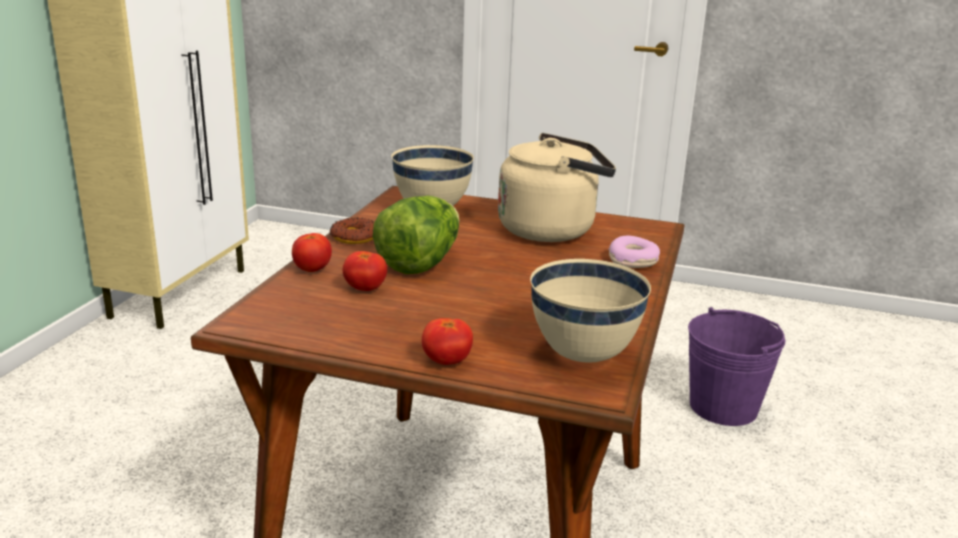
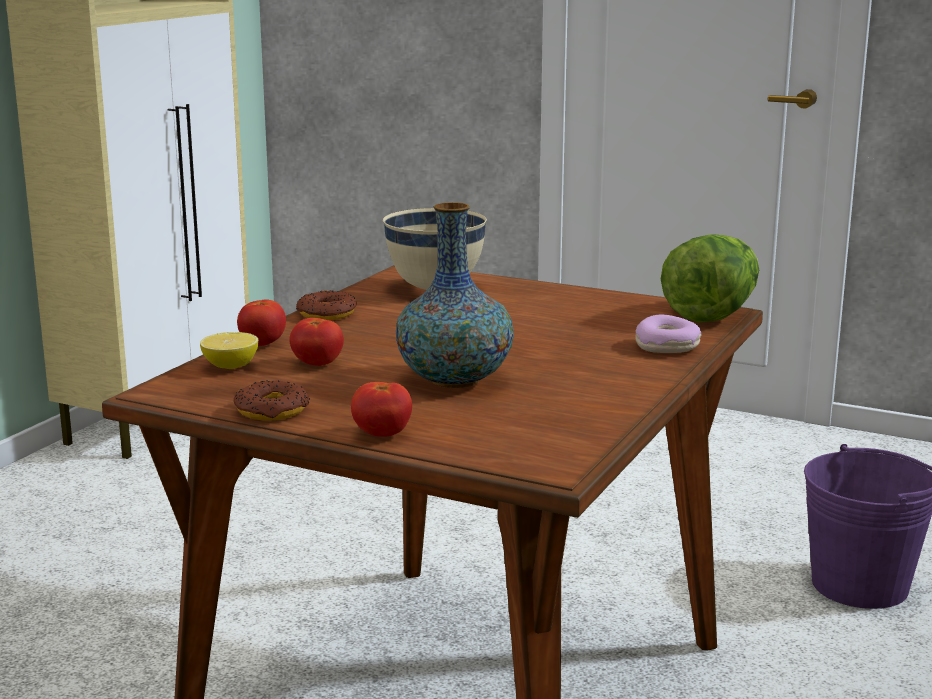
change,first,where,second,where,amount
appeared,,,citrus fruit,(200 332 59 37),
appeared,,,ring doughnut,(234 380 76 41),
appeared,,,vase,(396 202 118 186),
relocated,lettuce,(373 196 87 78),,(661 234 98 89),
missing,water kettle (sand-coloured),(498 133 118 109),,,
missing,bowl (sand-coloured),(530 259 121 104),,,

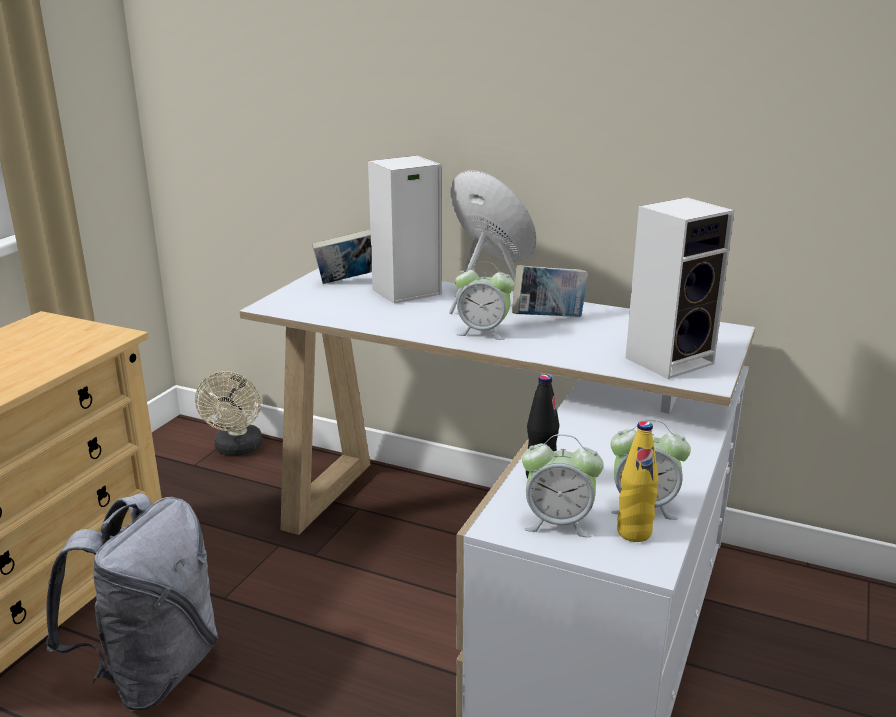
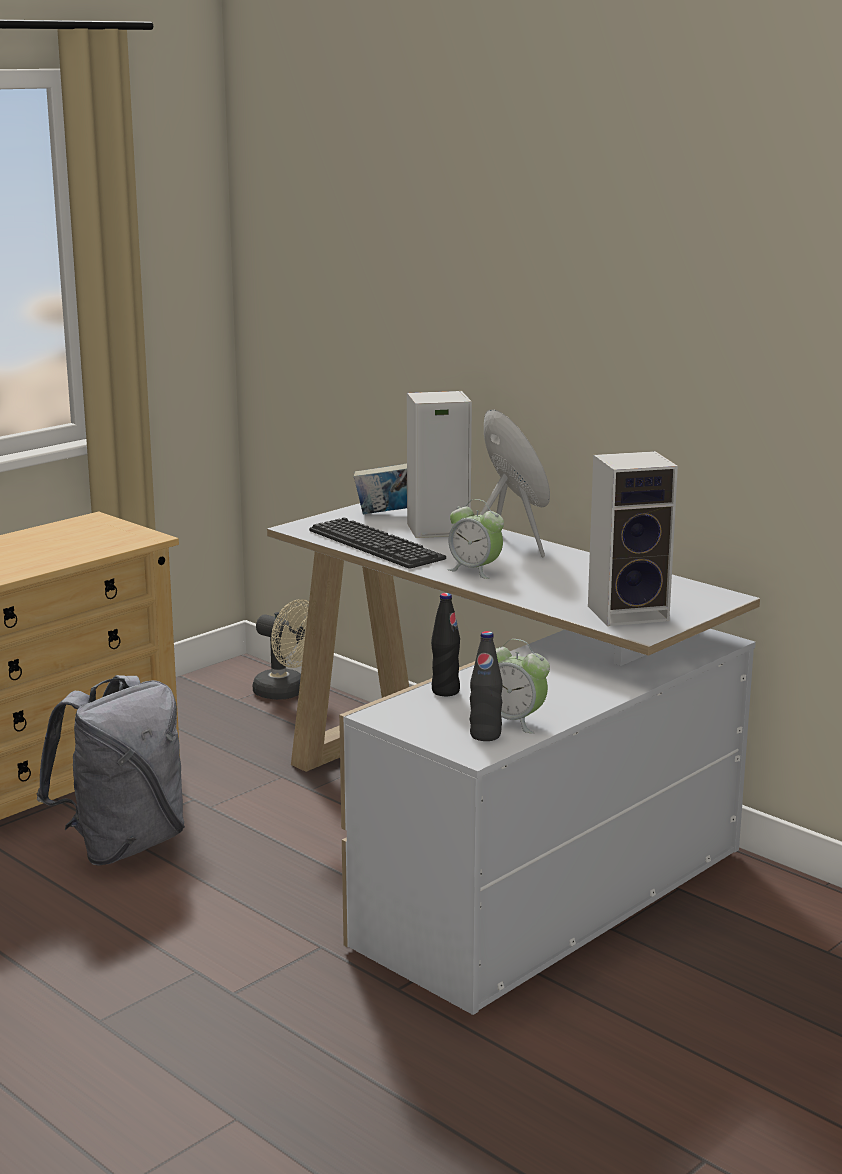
change,first,where,second,where,amount
spun,electric fan (sand-coloured),(195 371 68 85),,(253 599 56 101),75 degrees counterclockwise
appeared,,,computer keyboard,(309 517 137 52),
colour,drink bottle (yellow),(617 421 42 121),drink bottle (black-coloured),(470 631 33 110),
missing,book,(512 265 76 52),,,
missing,alarm clock,(522 434 82 103),,,

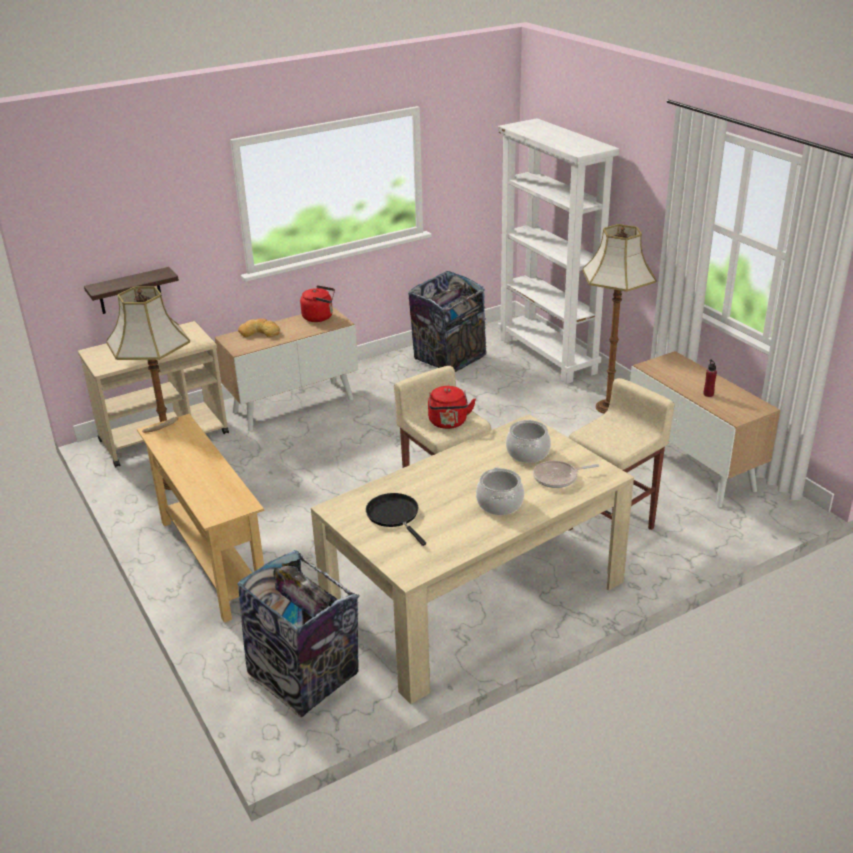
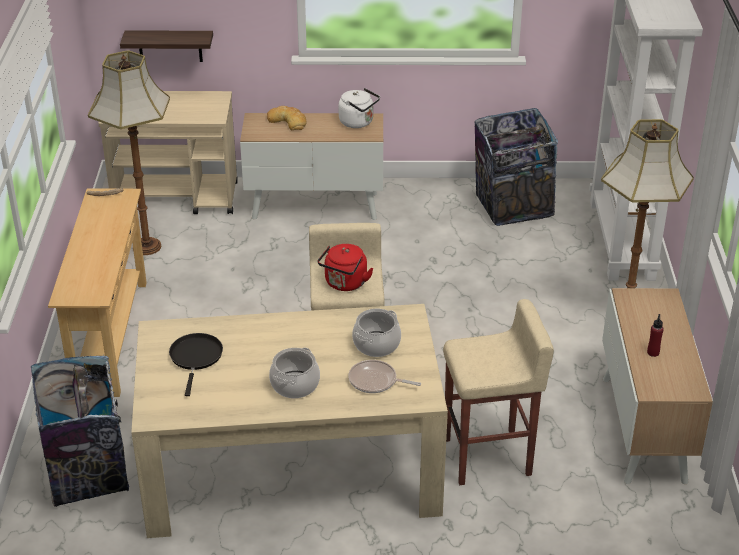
change,first,where,second,where,amount
colour,water kettle (reddish),(300 285 35 37),water kettle (white-coloured),(338 88 42 40),

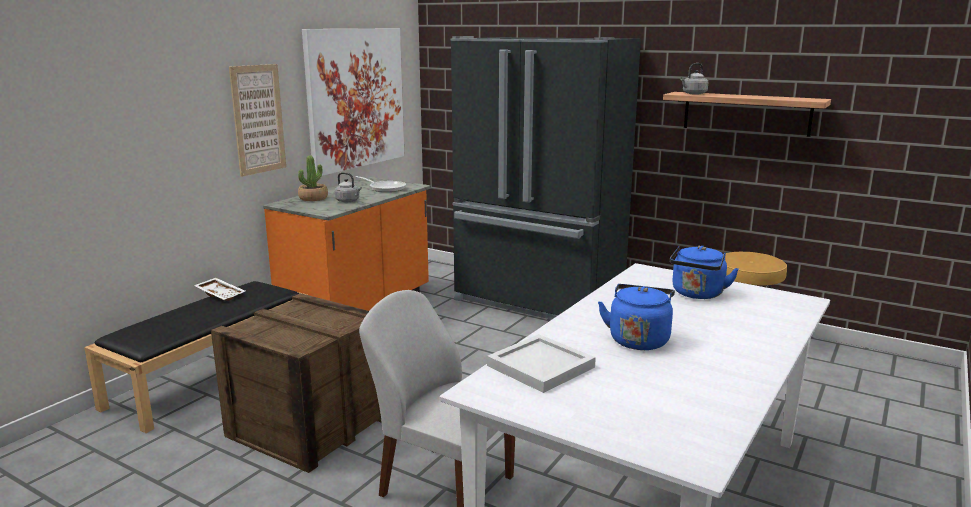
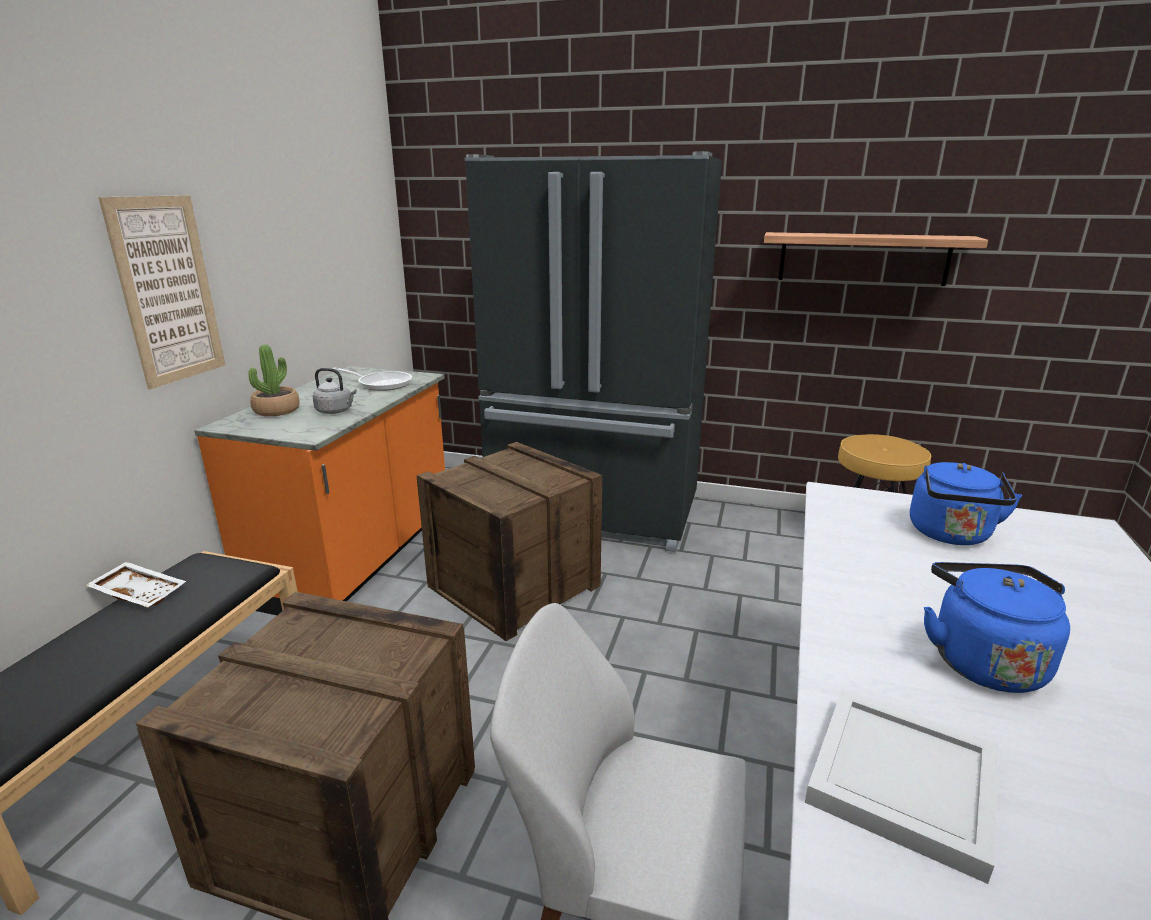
change,first,where,second,where,amount
appeared,,,shipping crate,(417 442 185 199),
missing,wall picture,(302 29 103 147),,,
missing,water kettle (greyish),(680 63 28 32),,,

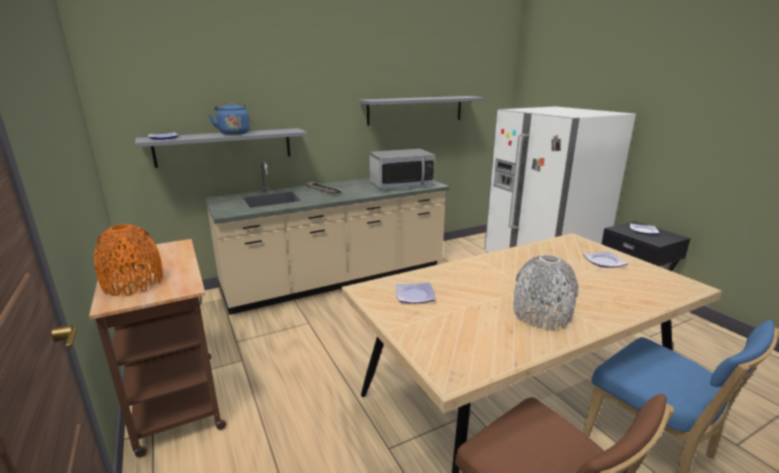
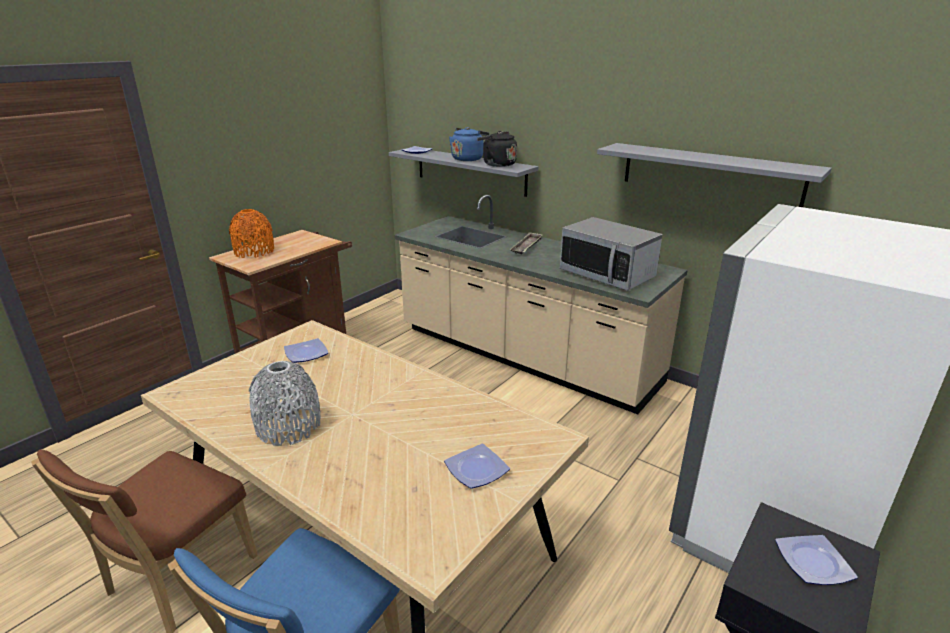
change,first,where,second,where,amount
appeared,,,water kettle (black-coloured),(477 131 40 36),

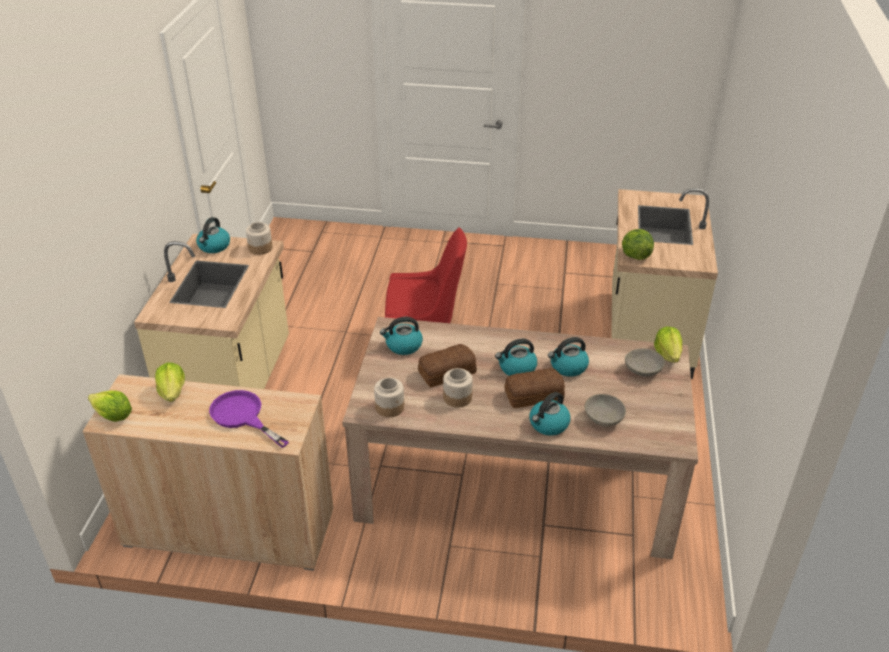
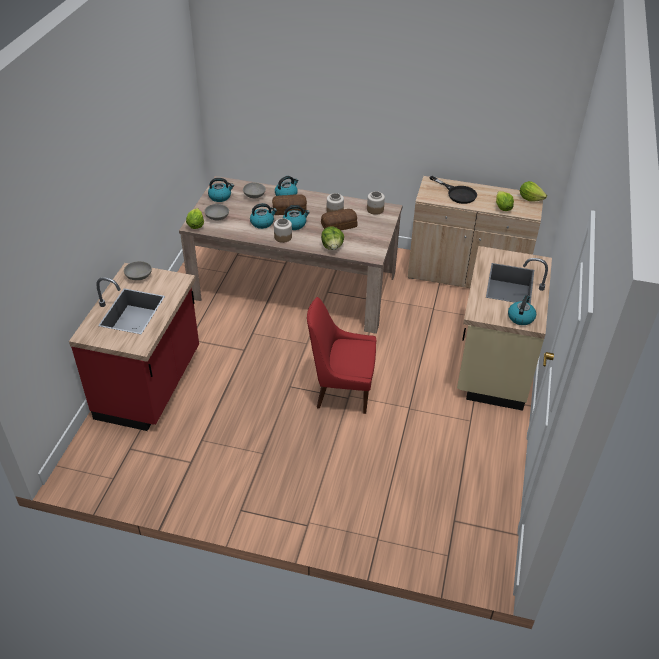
change,first,where,second,where,amount
colour,kitchen counter (sand-coloured),(611 188 107 191),kitchen counter (reddish),(69 263 130 168),
appeared,,,bowl (greyish),(124 261 28 19),
relocated,water kettle,(380 317 43 38),,(208 178 26 24),
relocated,jar,(246 222 27 33),,(274 218 18 25),
relocated,lettuce,(622 229 32 31),,(321 226 23 24),
colour,skillet (purplish),(209 390 80 58),skillet (black-coloured),(429 176 48 28),

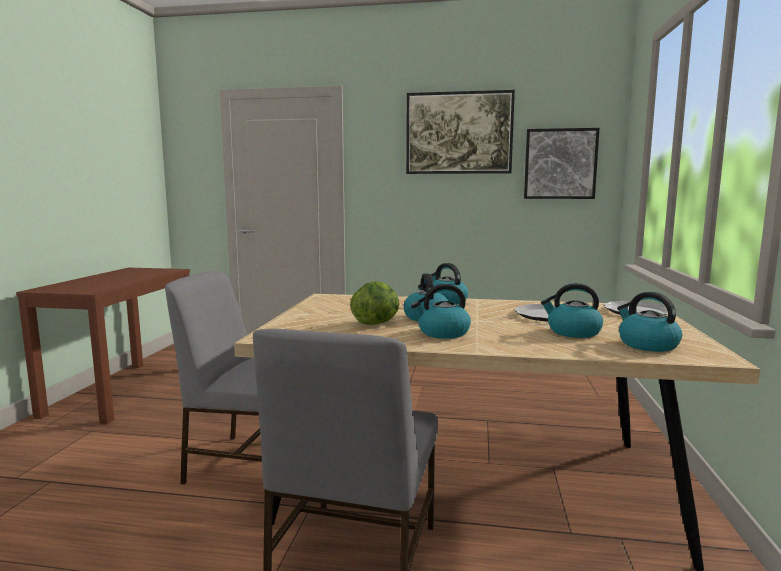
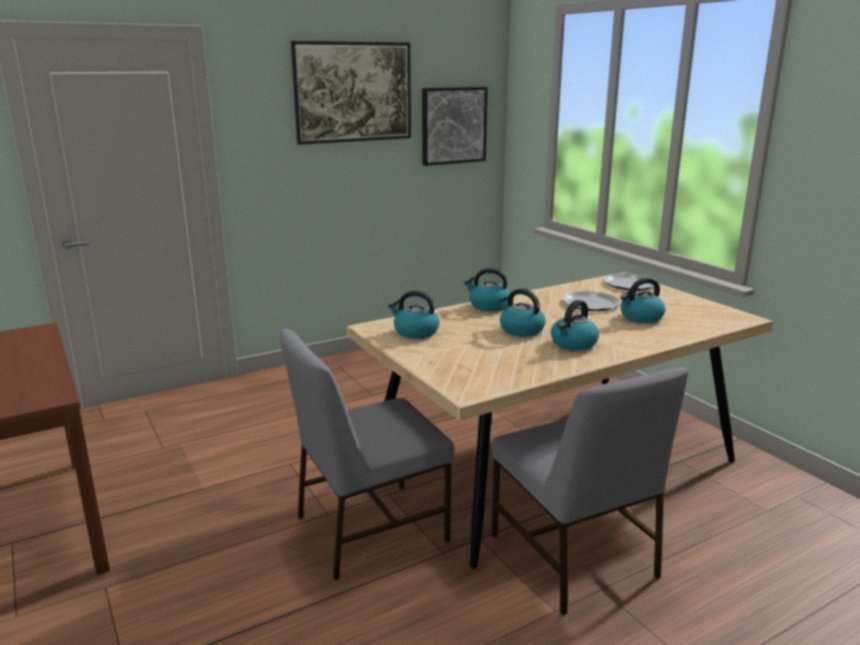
change,first,where,second,where,amount
relocated,water kettle,(617 292 65 60),,(388 290 51 49),
missing,lettuce,(350 281 50 44),,,

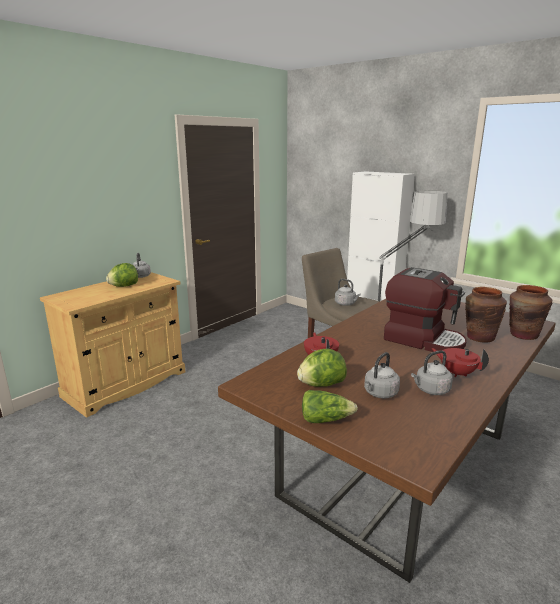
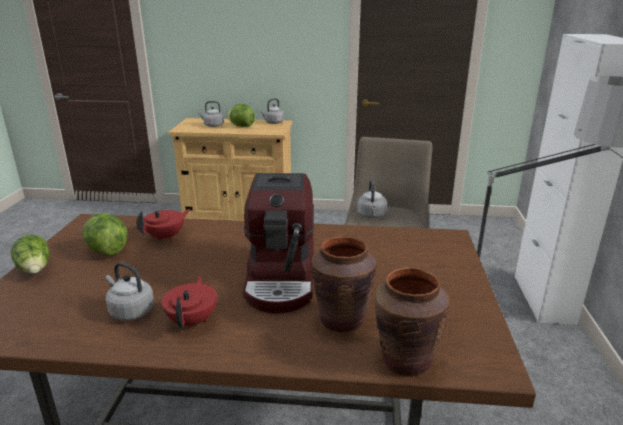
change,first,where,second,where,amount
relocated,water kettle (greyish),(364 352 36 47),,(198 101 26 26),

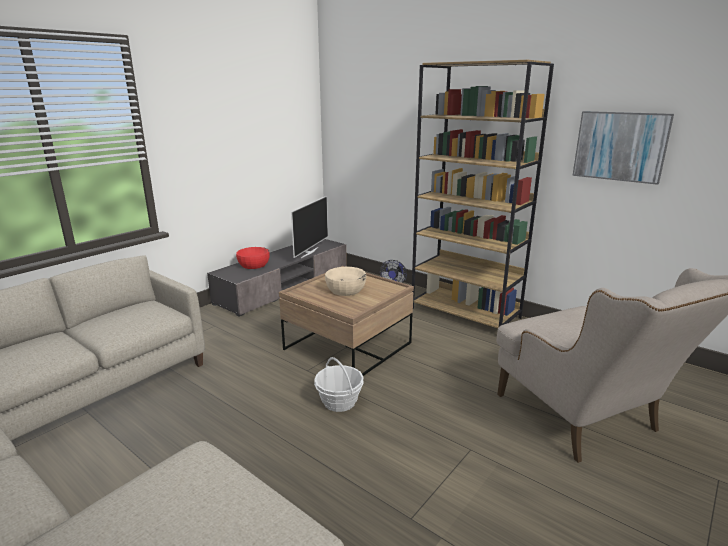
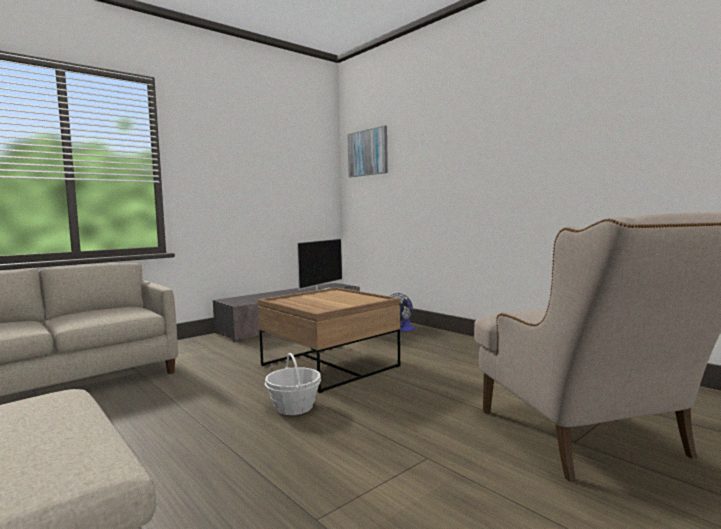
change,first,where,second,where,amount
relocated,wall picture,(572 111 102 74),,(348 125 40 52),
missing,bowl (reddish),(236 247 34 22),,,
missing,bowl (sand-coloured),(325 267 41 29),,,
missing,shelving unit (brown),(412 60 142 268),,,

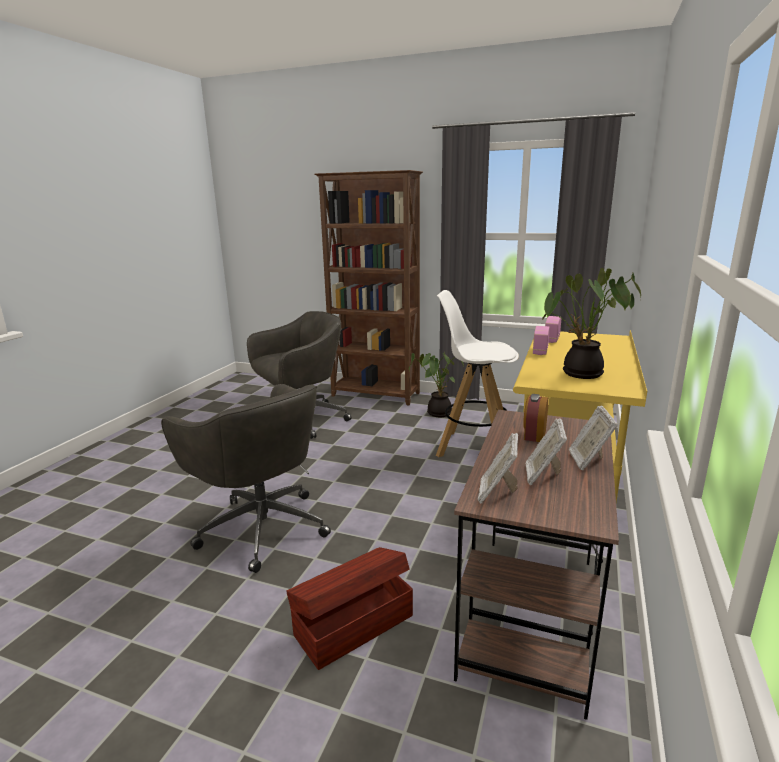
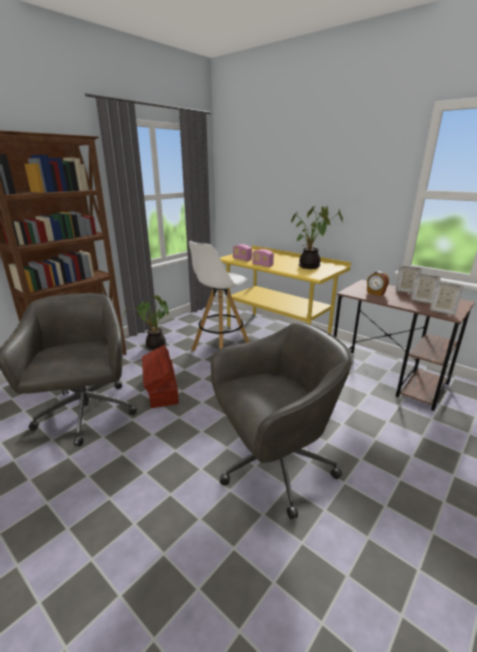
change,first,where,second,where,amount
relocated,storage bin (brown),(286 547 127 123),,(142 345 37 63),

